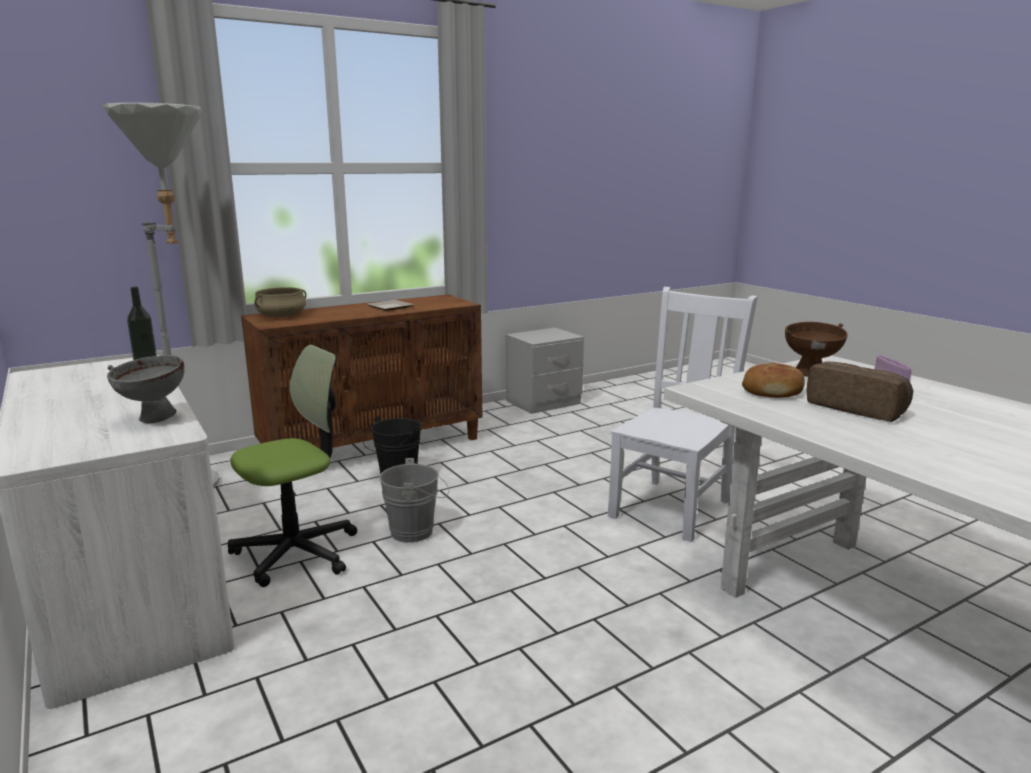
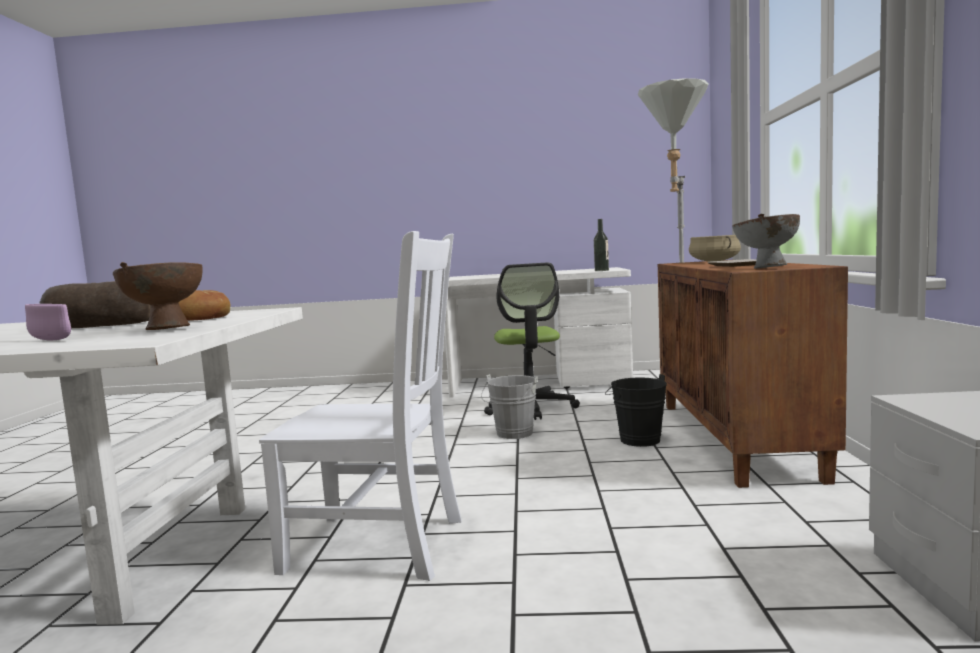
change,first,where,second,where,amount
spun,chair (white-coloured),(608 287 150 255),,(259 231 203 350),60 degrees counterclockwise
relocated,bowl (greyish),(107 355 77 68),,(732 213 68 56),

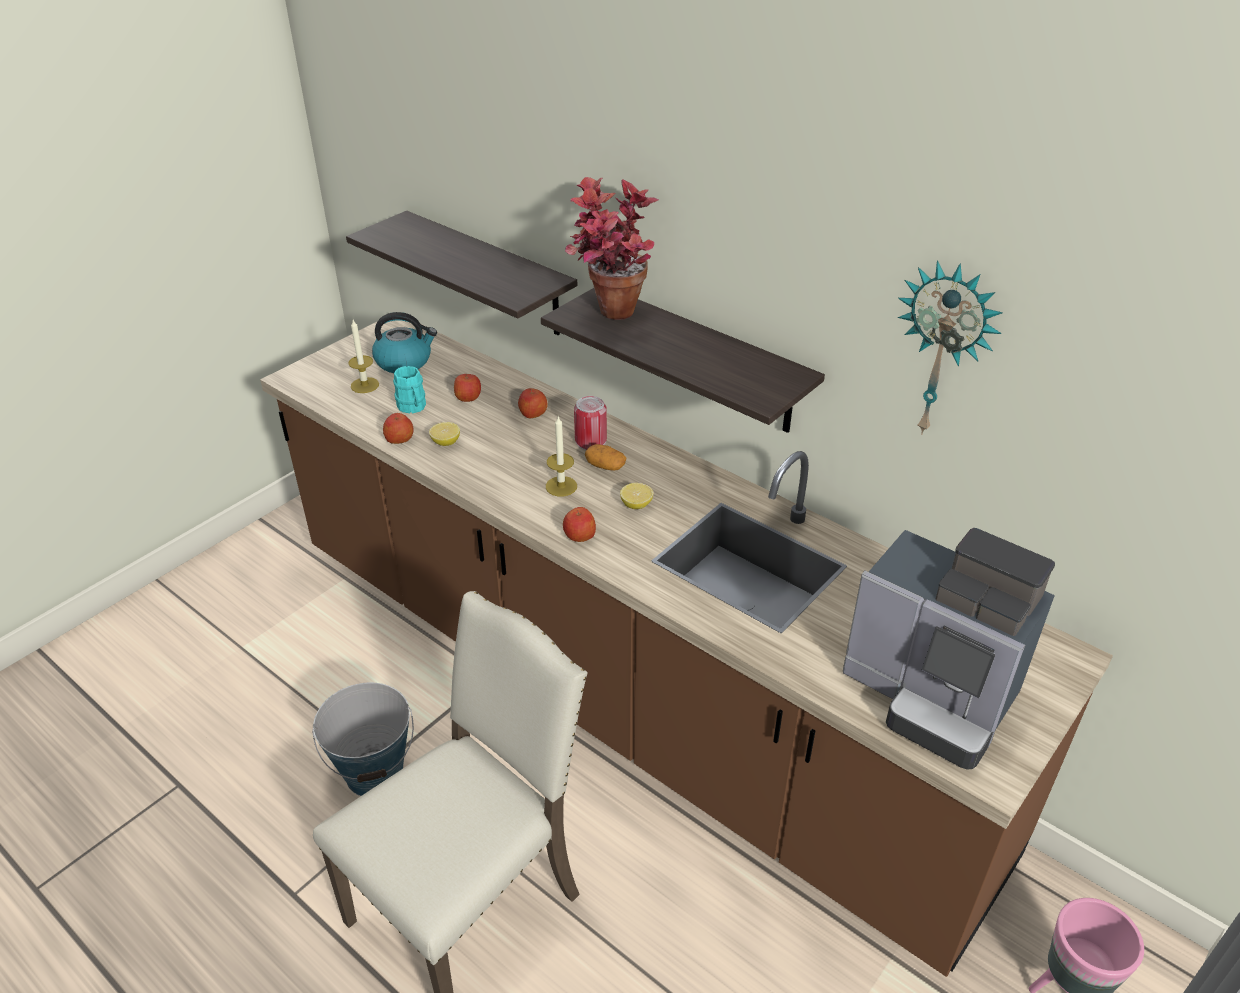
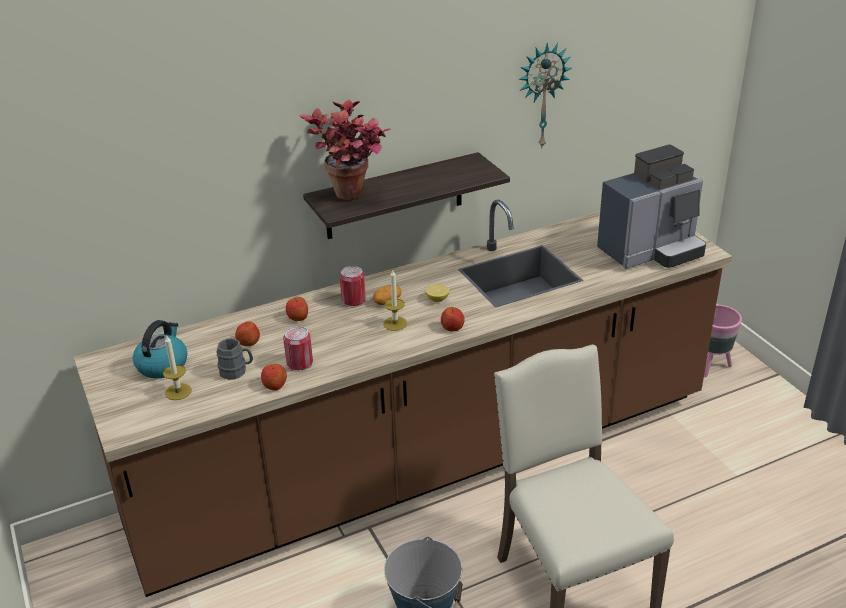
change,first,where,second,where,amount
colour,mug (blue-green),(393 366 33 47),mug (greyish),(217 338 36 42),
exchanged,citrus fruit,(429 422 31 24),sealed can,(283 326 30 46),
missing,bracket shelf,(346 211 231 124),,,

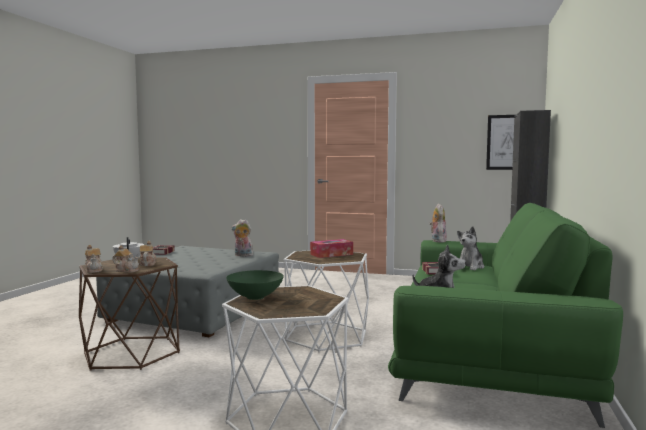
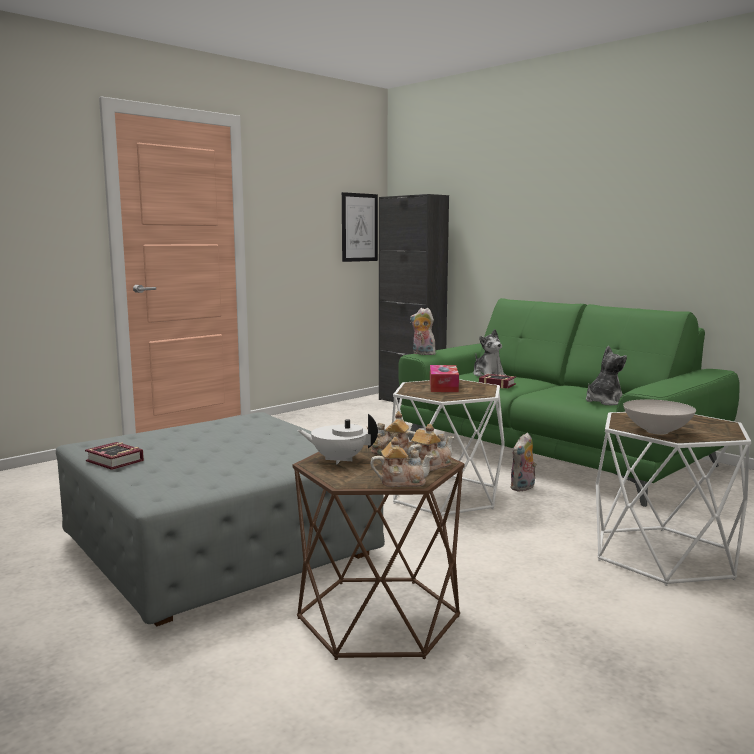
change,first,where,second,where,amount
relocated,soft toy,(232 219 21 37),,(510 433 27 59),
colour,bowl (green),(226 270 58 30),bowl (white-coloured),(623 399 73 36),

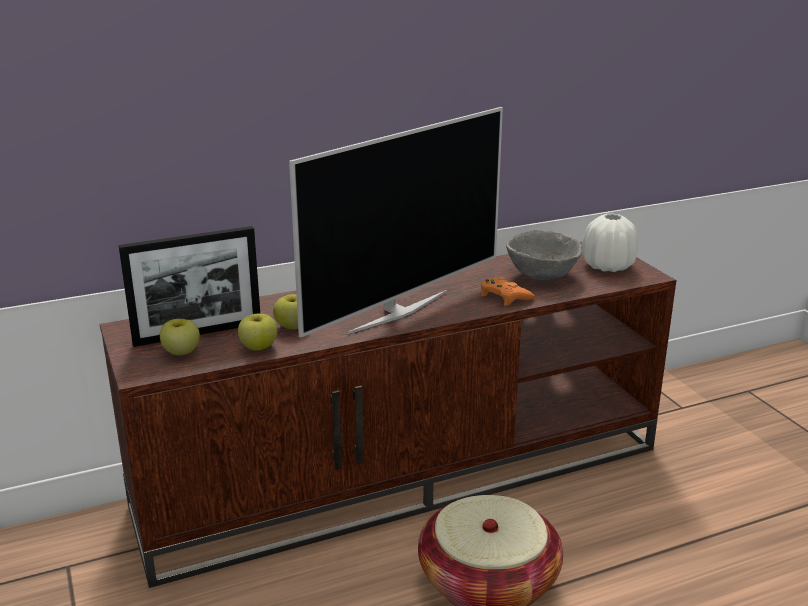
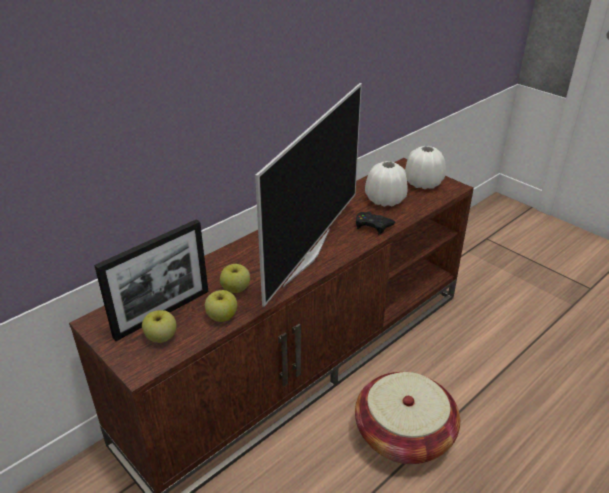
change,first,where,second,where,amount
colour,joypad (orangey),(481 277 54 29),joypad (black-coloured),(356 211 39 24),
exchanged,bowl (greyish),(506 230 76 50),vase (white-coloured),(365 161 43 46),

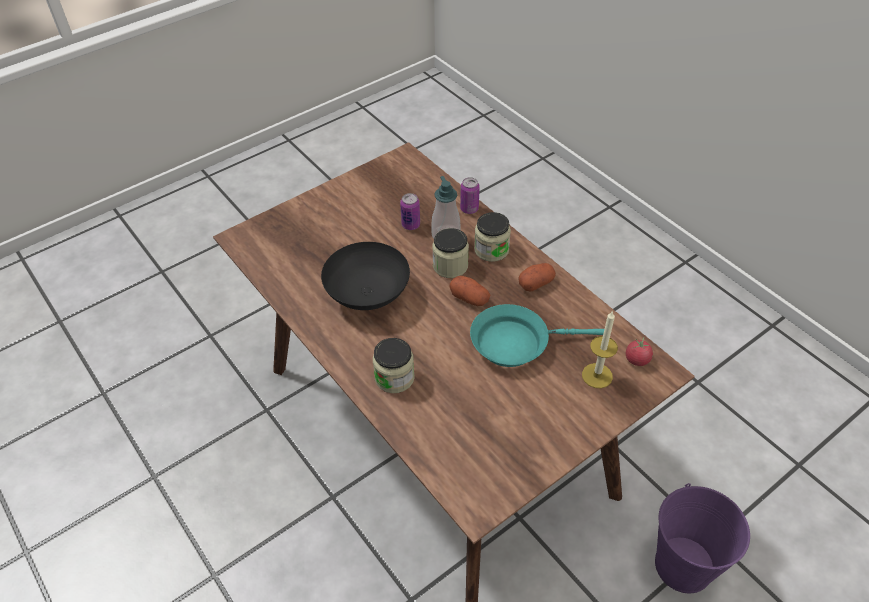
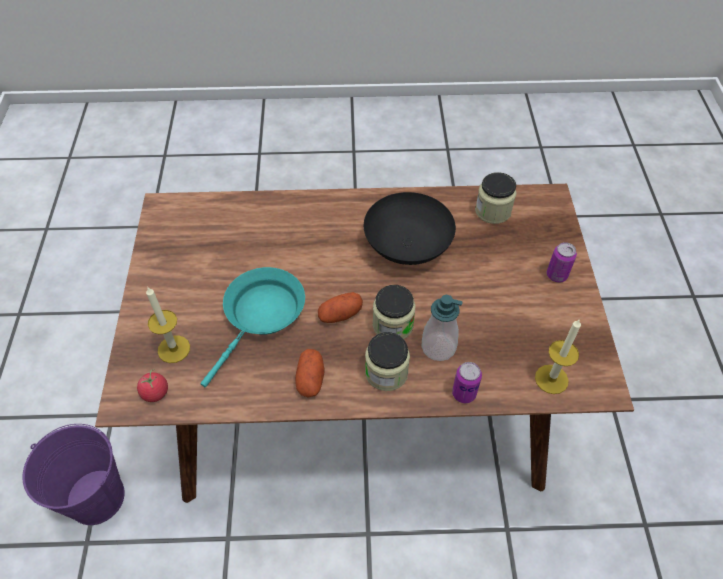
change,first,where,second,where,amount
relocated,jar,(373 338 42 55),,(475 172 42 52),
appeared,,,wax light,(535 320 46 74),
relocated,sealed can,(400 193 20 37),,(547 242 30 41),

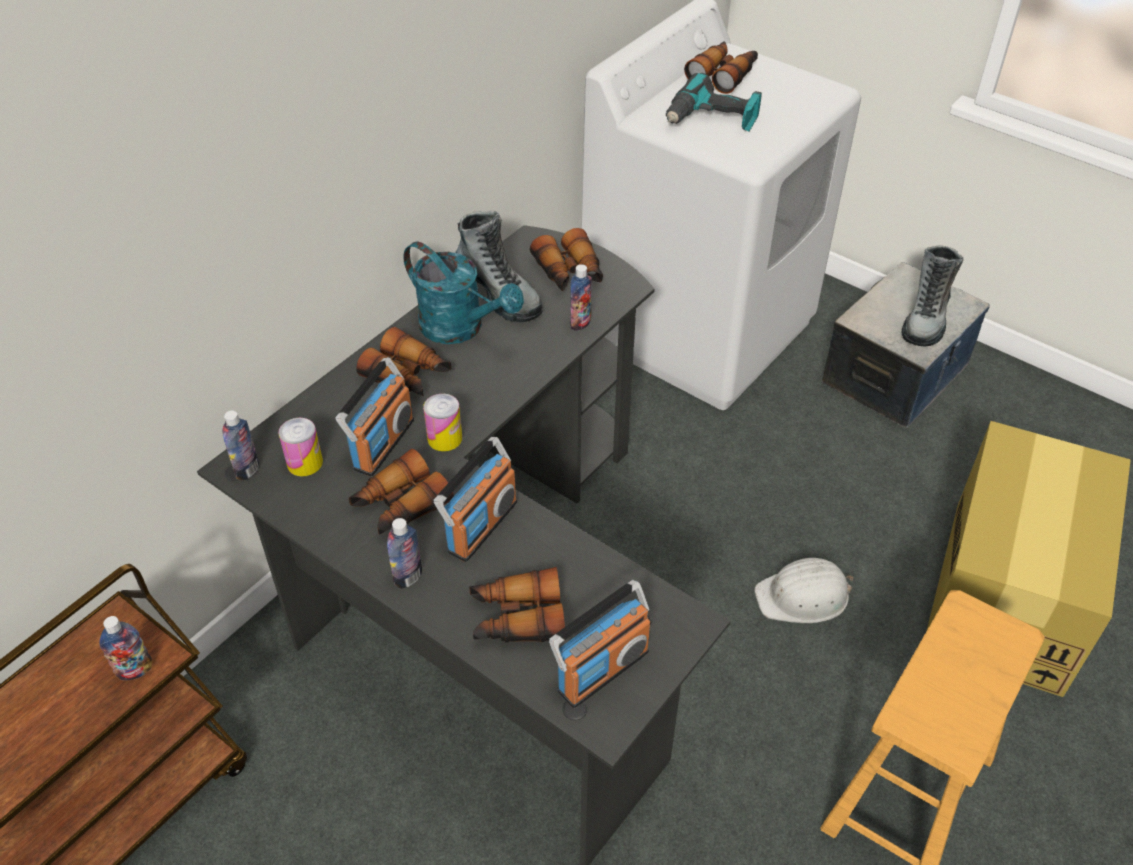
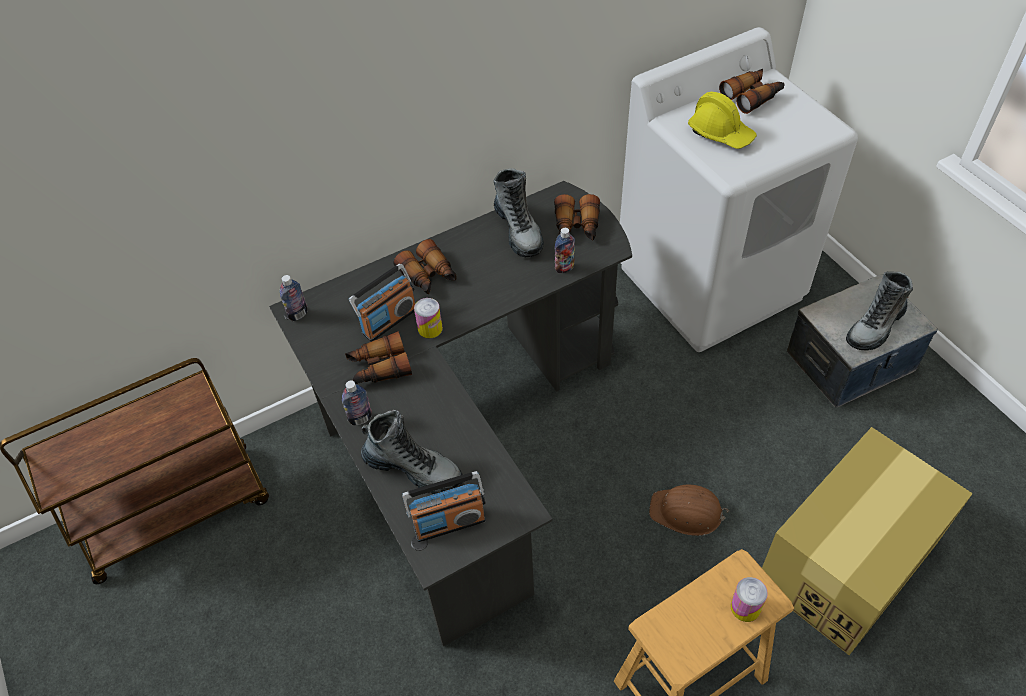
change,first,where,second,where,amount
exchanged,field glasses,(469 567 97 76),boot,(361 410 102 84),
colour,safety helmet (white-coloured),(754 558 99 65),safety helmet (brown),(649 485 80 51),
exchanged,drill,(666 73 96 59),safety helmet (yellow),(688 92 69 57),
relocated,sealed can,(279 418 44 58),,(730 577 38 45),
missing,drink bottle,(100 616 52 64),,,
missing,watering pot (blue-green),(403 242 121 102),,,
missing,radio,(434 437 83 125),,,

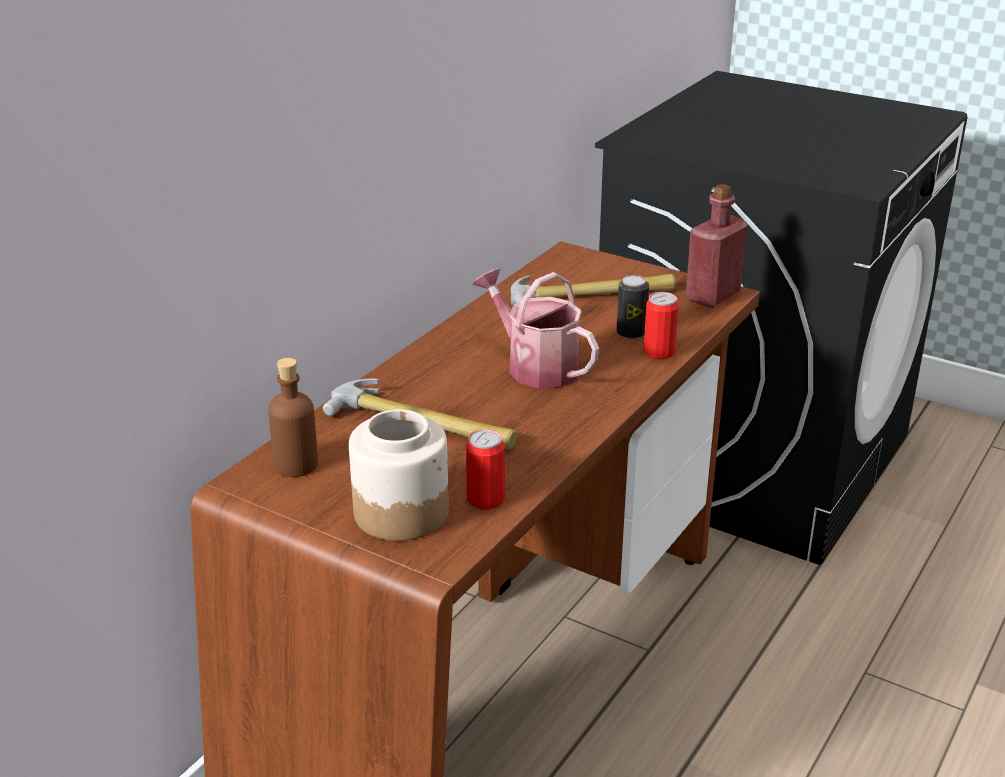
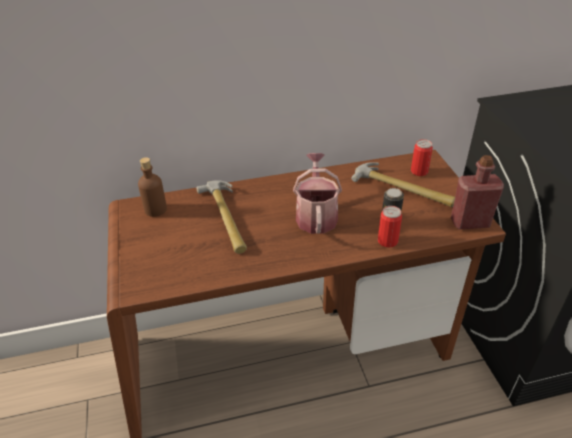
change,first,where,second,where,amount
relocated,sealed can,(466 429 39 81),,(411 139 22 37),
missing,jar,(349 409 100 132),,,

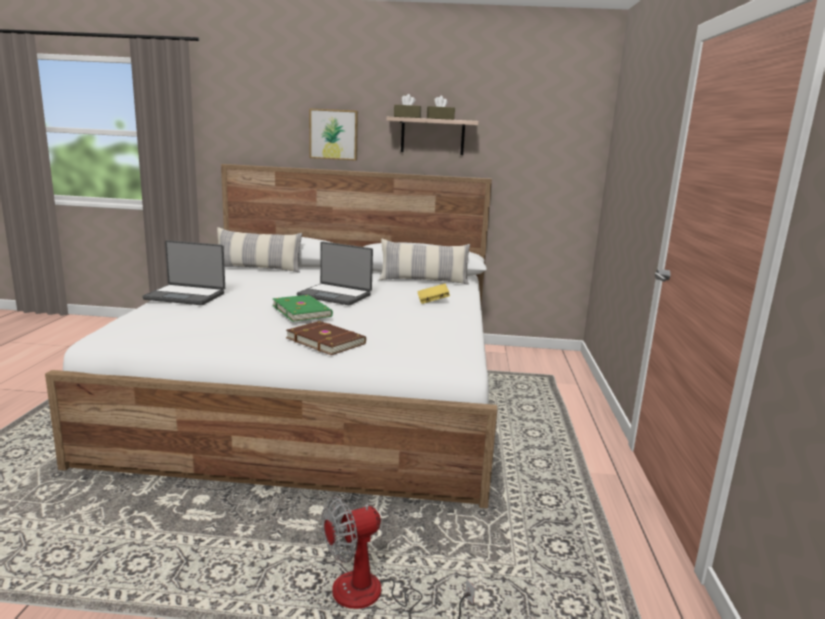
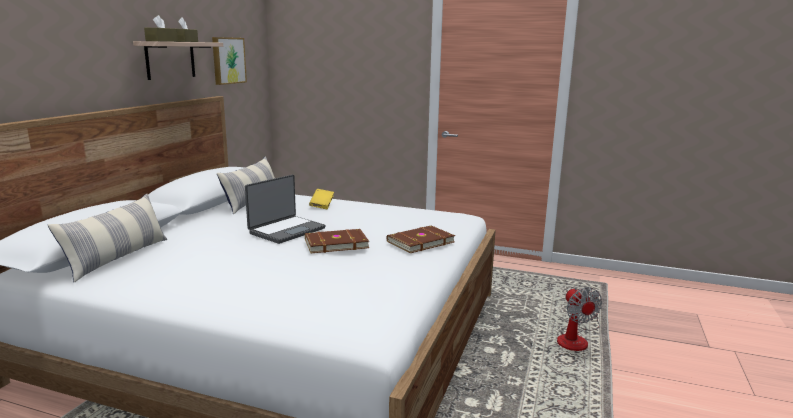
change,first,where,second,where,amount
relocated,wall picture,(309 108 49 53),,(212 37 35 48),
colour,book (green),(272 295 61 27),book (brown),(305 229 64 24),
missing,laptop,(142 240 83 65),,,

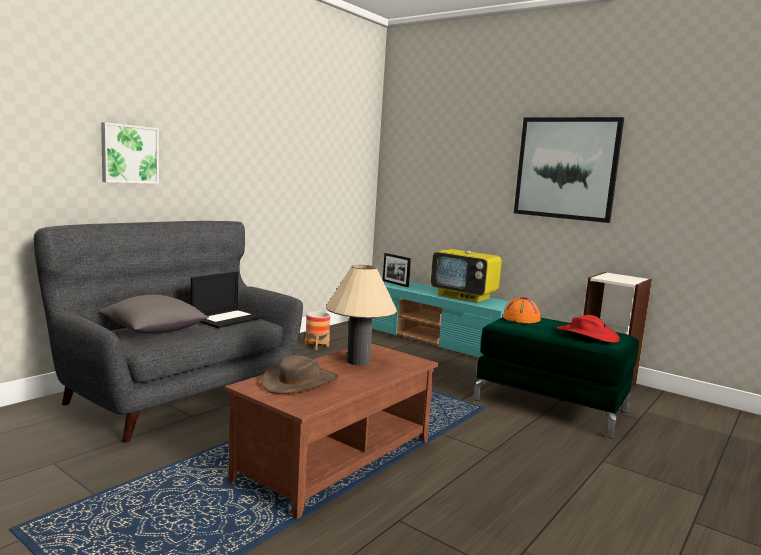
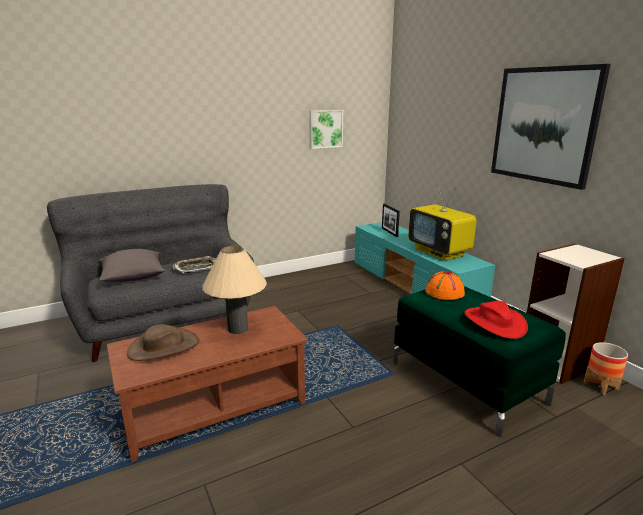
change,first,where,second,where,amount
exchanged,laptop,(191 271 73 57),carrying tray,(172 256 44 17),
relocated,wall picture,(101 122 58 62),,(309 110 34 39),
relocated,flower pot,(305 312 25 38),,(584 342 44 53),

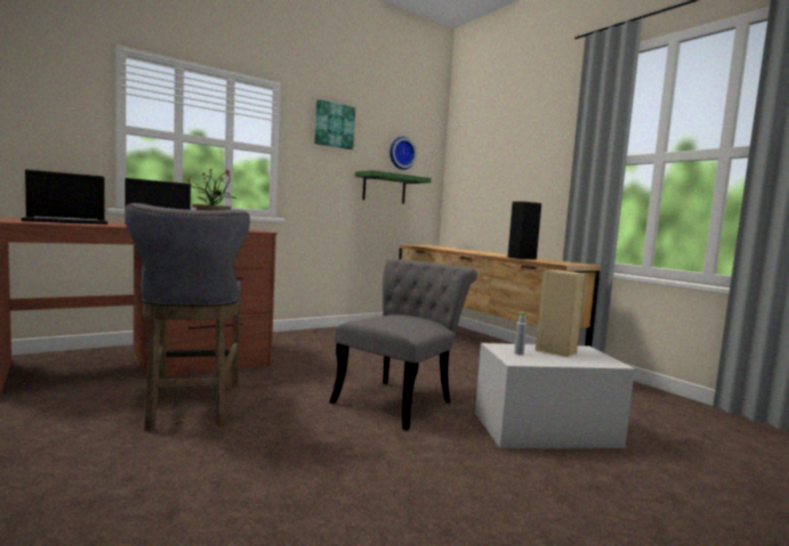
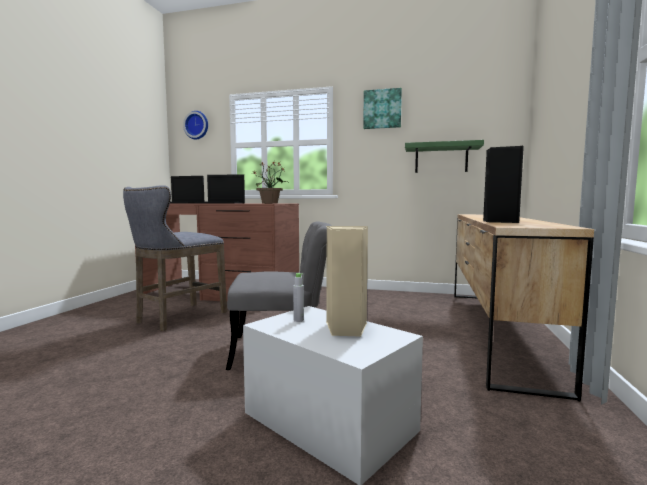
change,first,where,second,where,amount
relocated,clock on the wall,(390 137 27 33),,(183 111 25 29),

